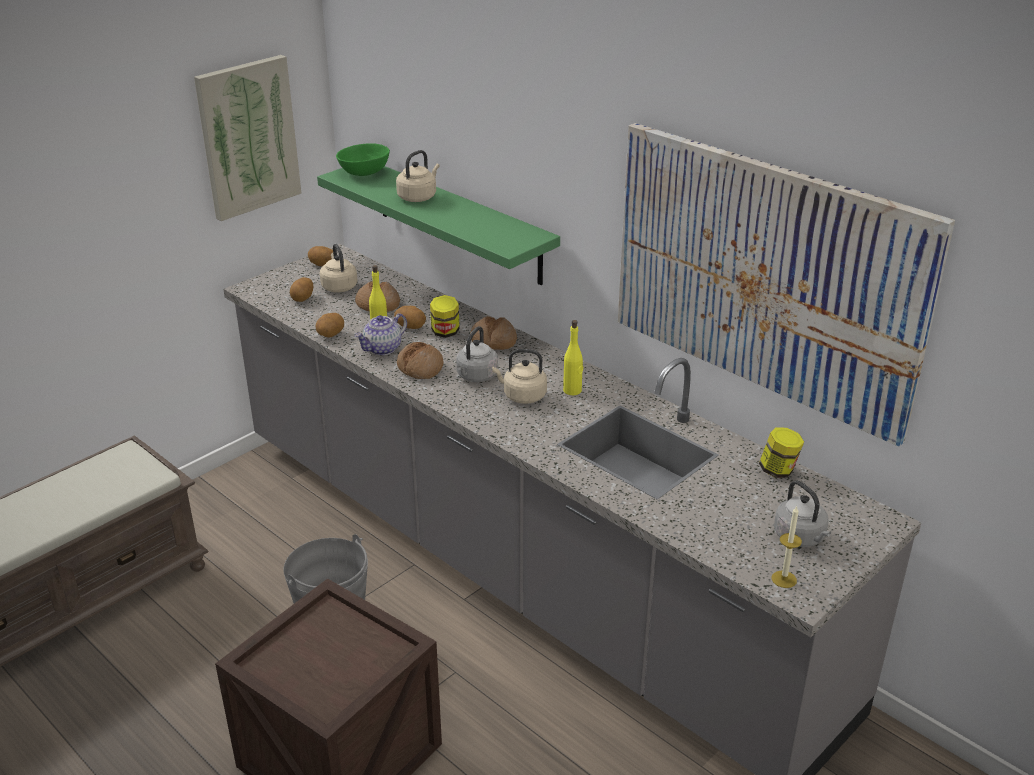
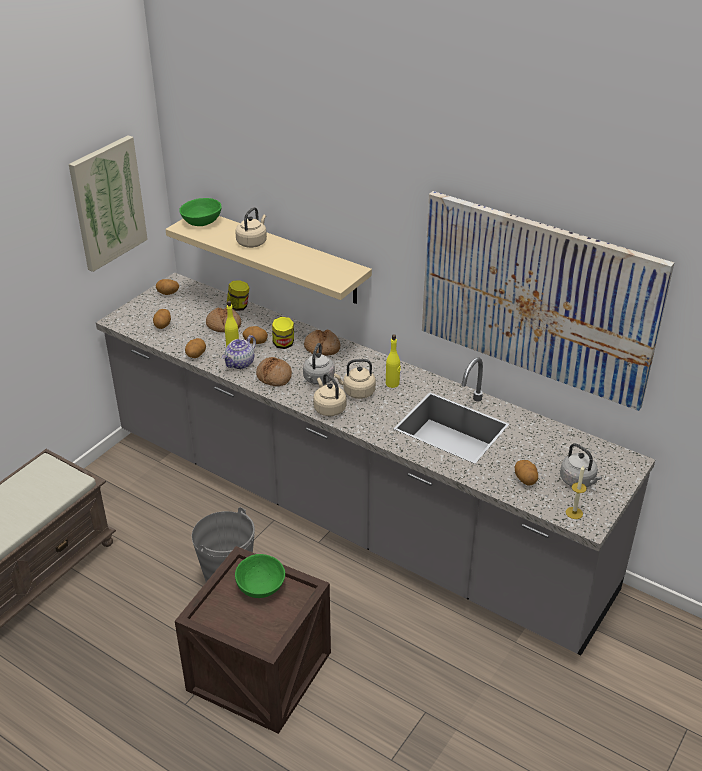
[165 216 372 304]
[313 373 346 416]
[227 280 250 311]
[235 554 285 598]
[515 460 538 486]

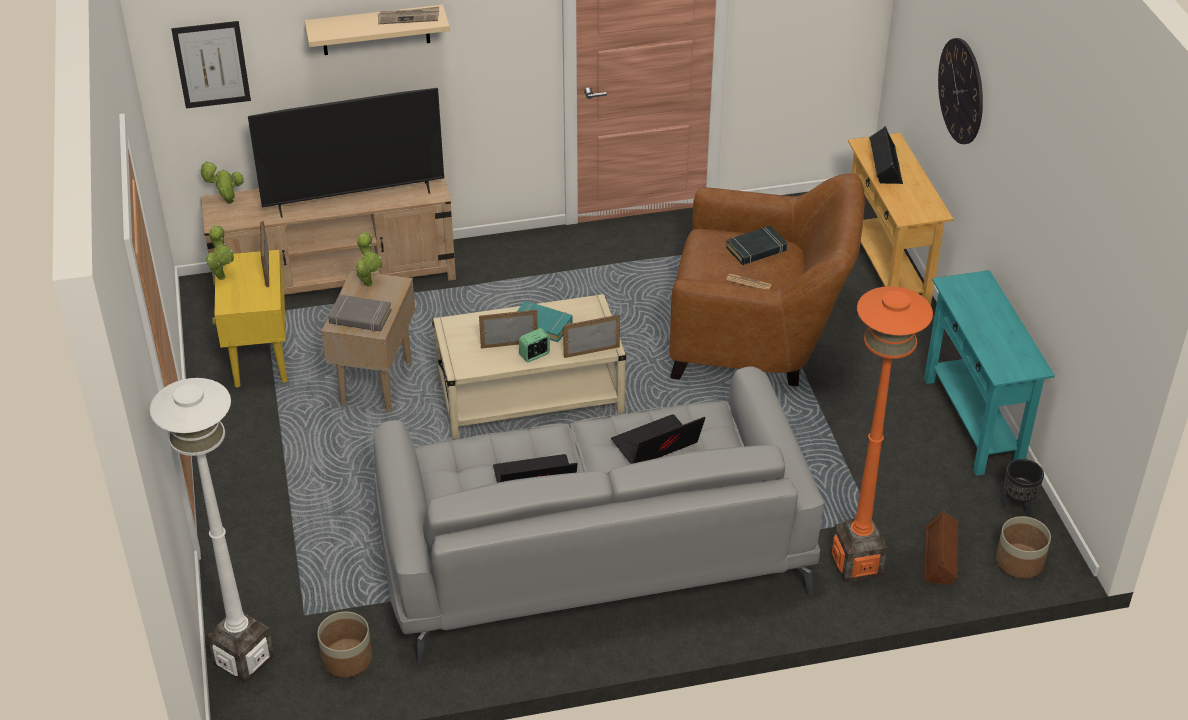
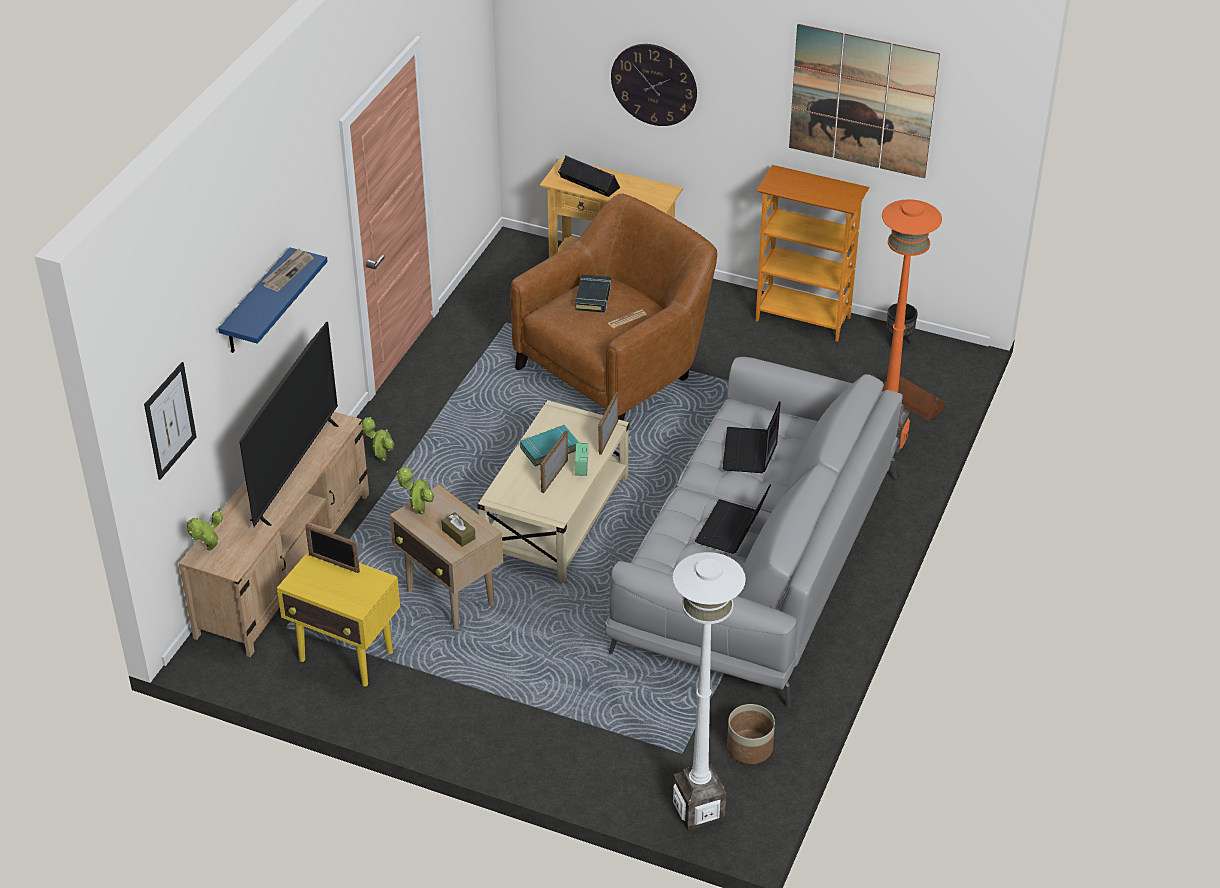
[362 416 394 461]
[218 247 328 353]
[441 512 476 547]
[756 165 870 342]
[996 516 1051 578] (first image)
[789 24 940 178]

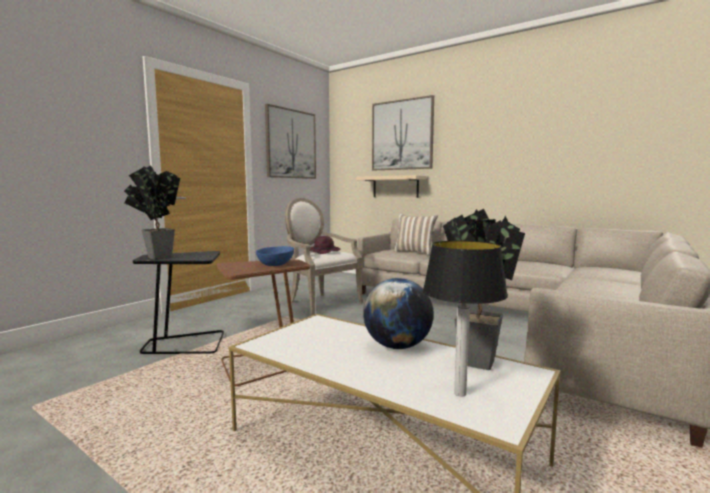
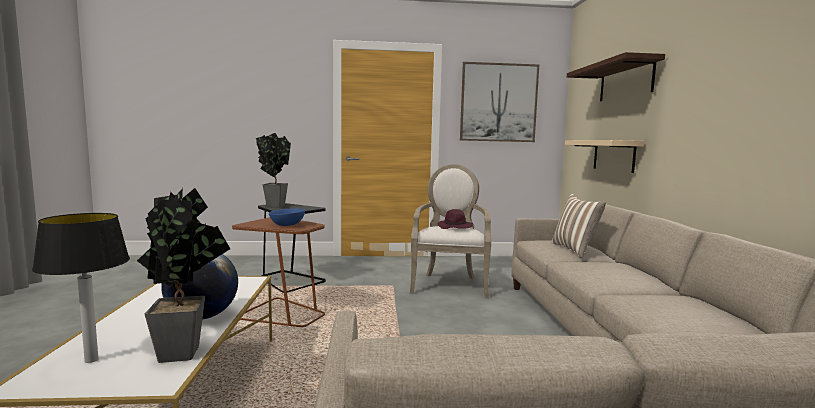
[567 52 665 101]

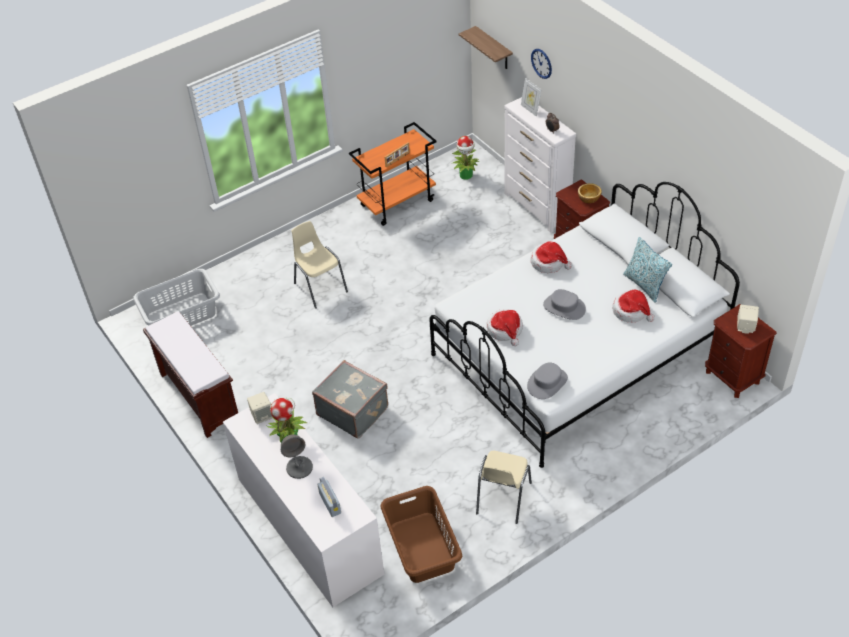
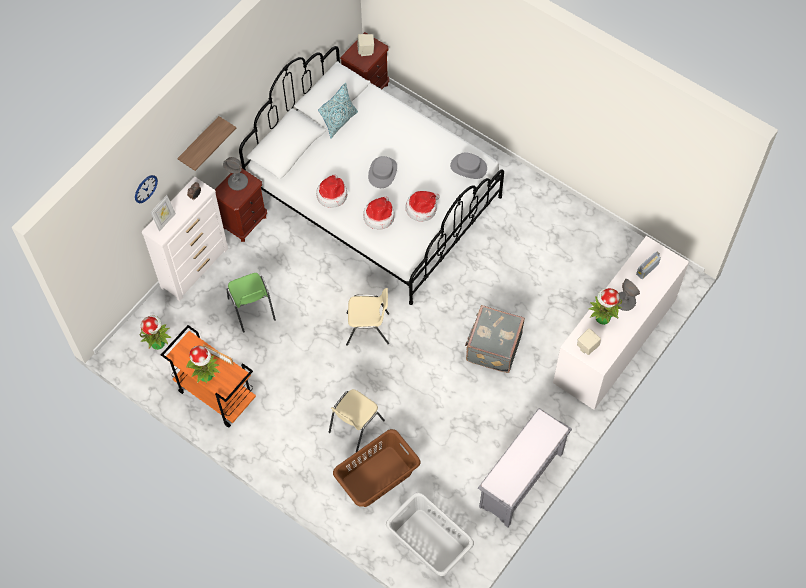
[478 408 572 527]
[333 429 421 507]
[178 116 236 171]
[346 288 389 346]
[223 157 248 191]
[363 196 395 229]
[186 346 220 383]
[227 273 276 333]

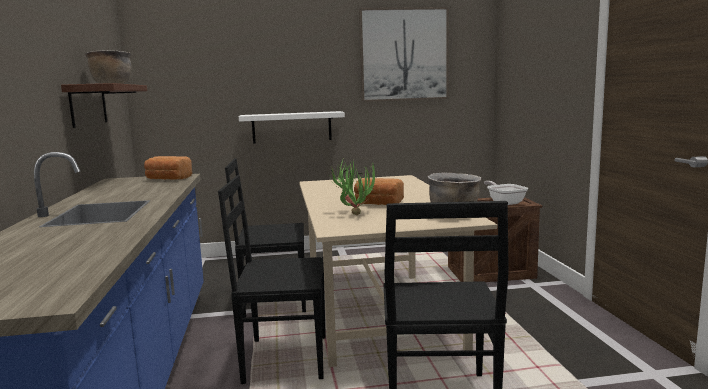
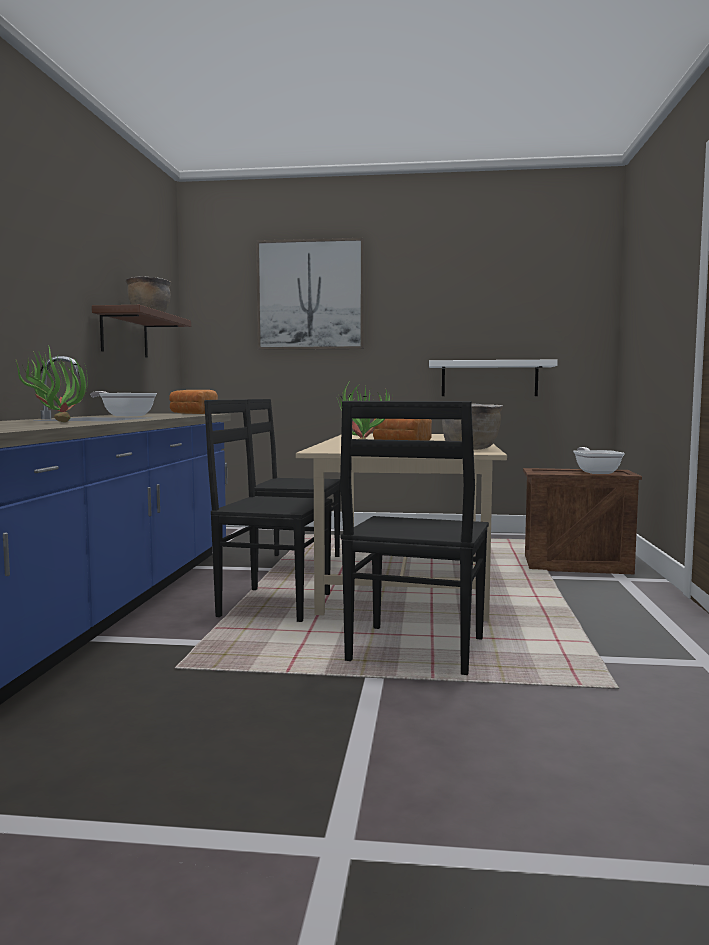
[429 360 558 396]
[256 238 364 350]
[16 345 88 422]
[90 391 157 416]

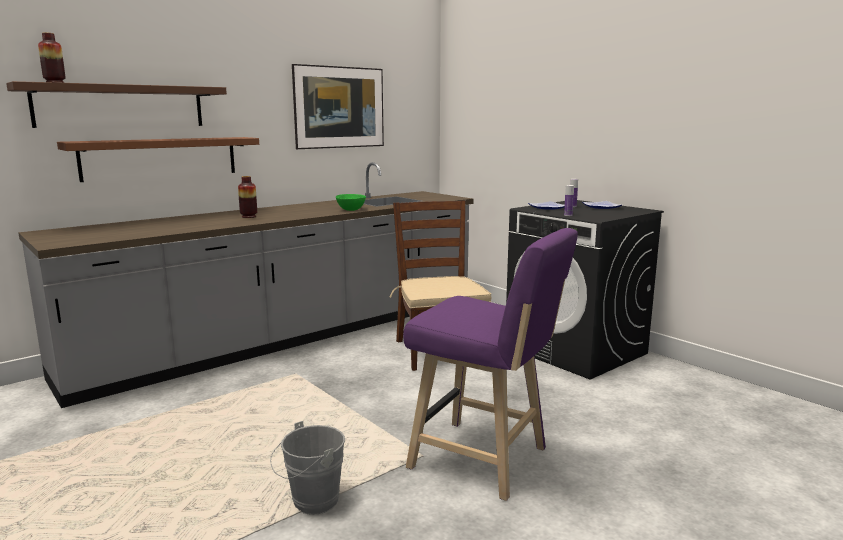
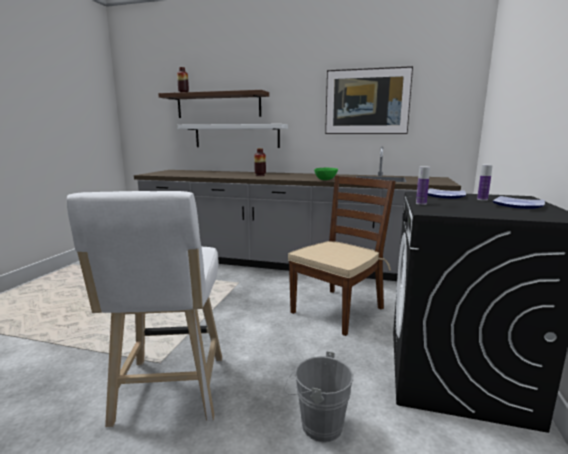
[178 124 288 148]
[285 351 353 443]
[67 191 222 427]

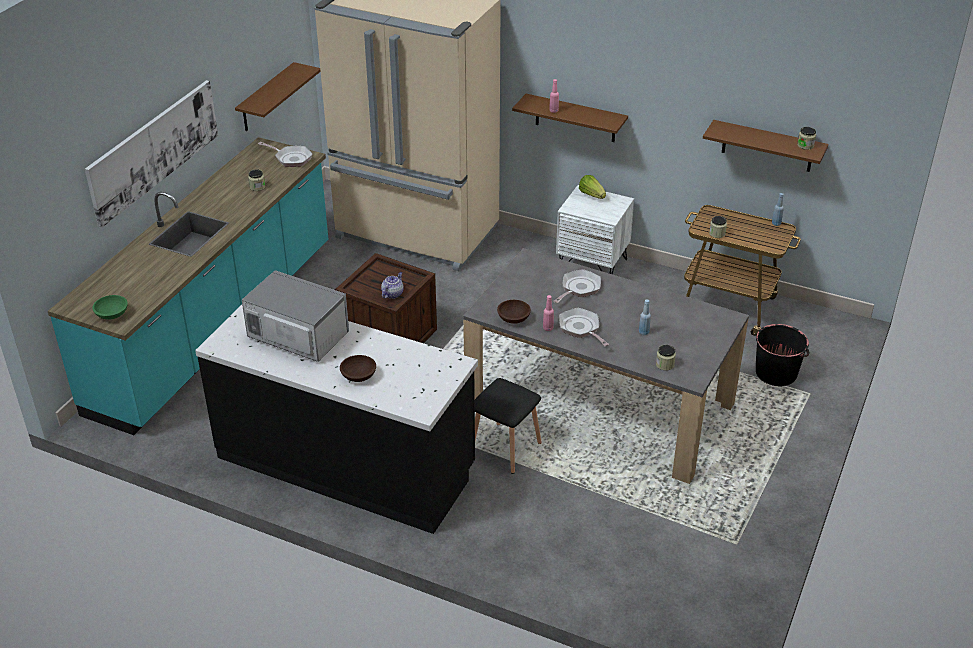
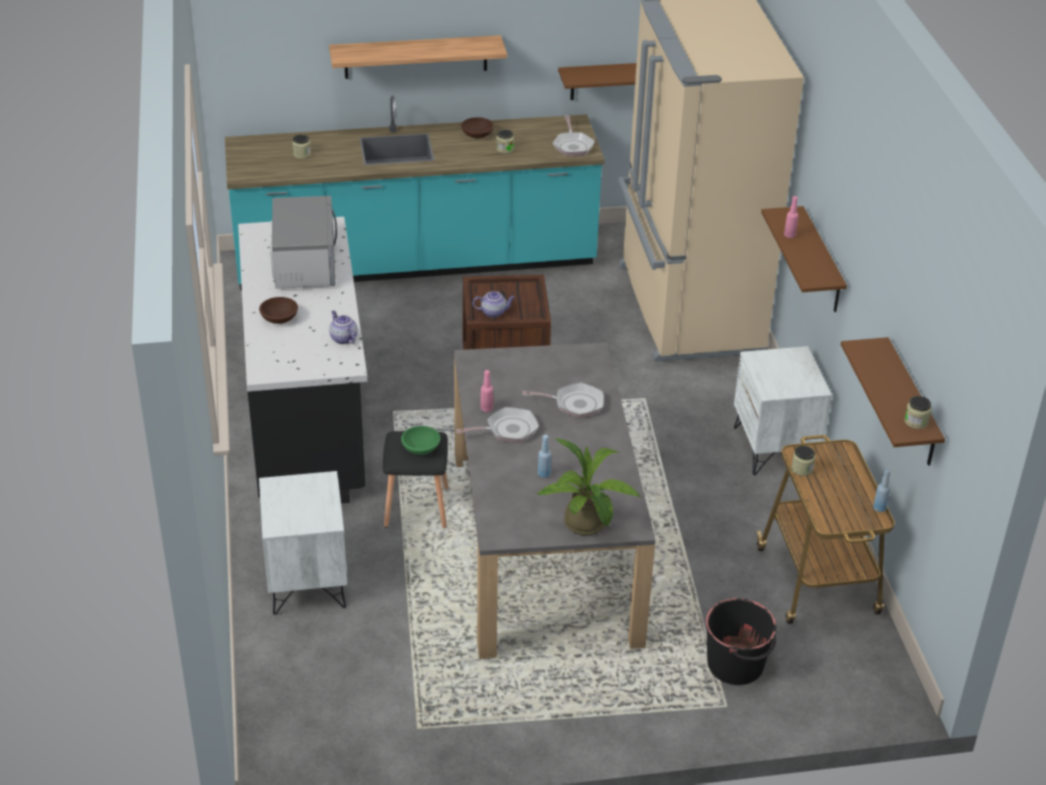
[329 35 507 79]
[401 426 440 455]
[461 117 494 139]
[456 407 539 443]
[579 175 606 199] (first image)
[292 134 311 159]
[259 471 347 615]
[329 311 358 344]
[537 437 642 536]

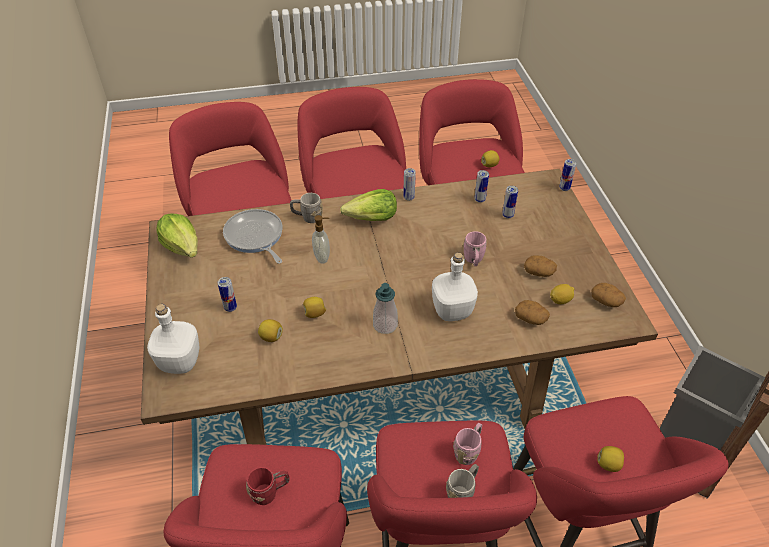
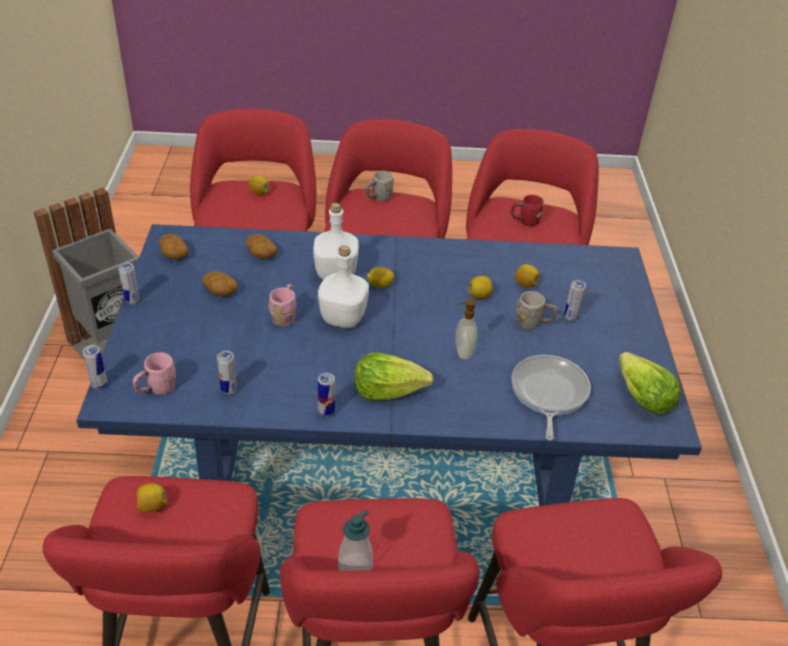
[76 224 702 506]
[318 245 369 328]
[512 355 591 440]
[516 291 558 330]
[338 510 373 571]
[133 352 176 395]
[118 262 140 304]
[367 267 394 287]

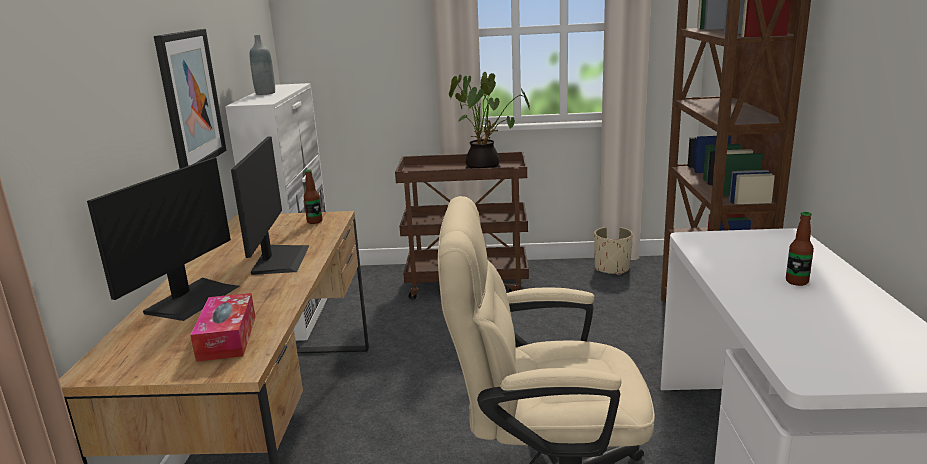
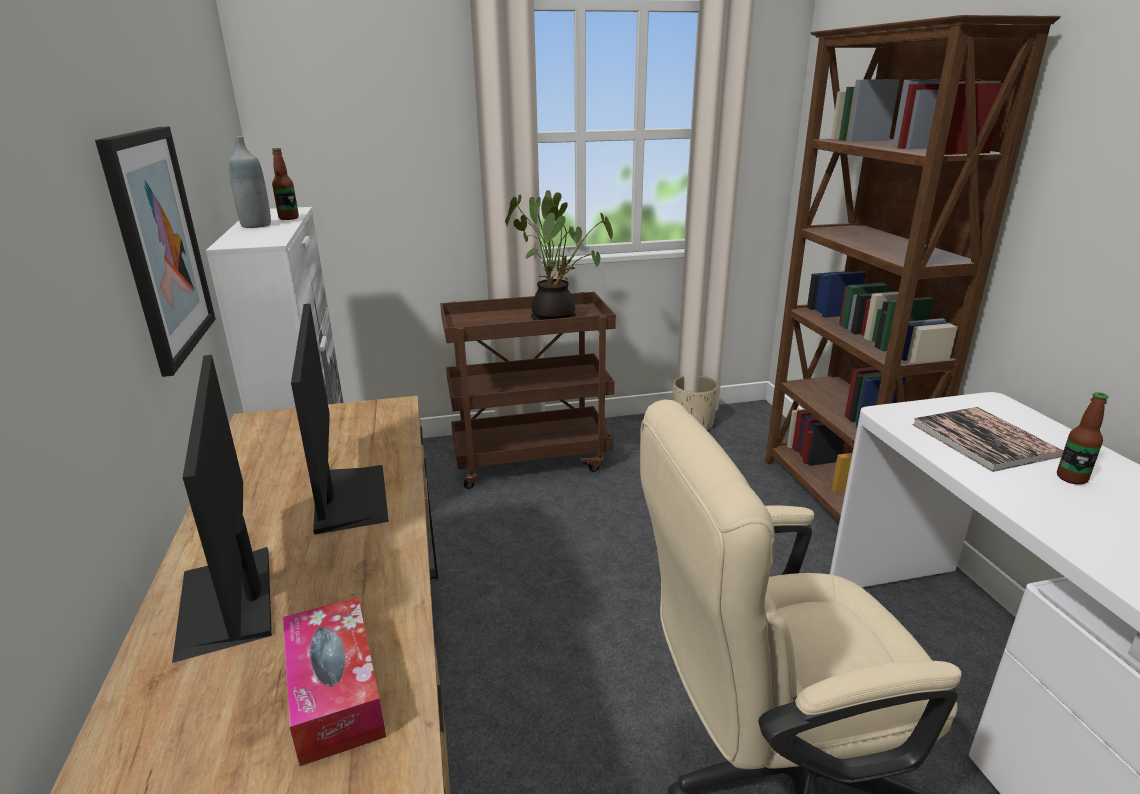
[172 355 272 663]
[272 148 299 220]
[912 407 1064 472]

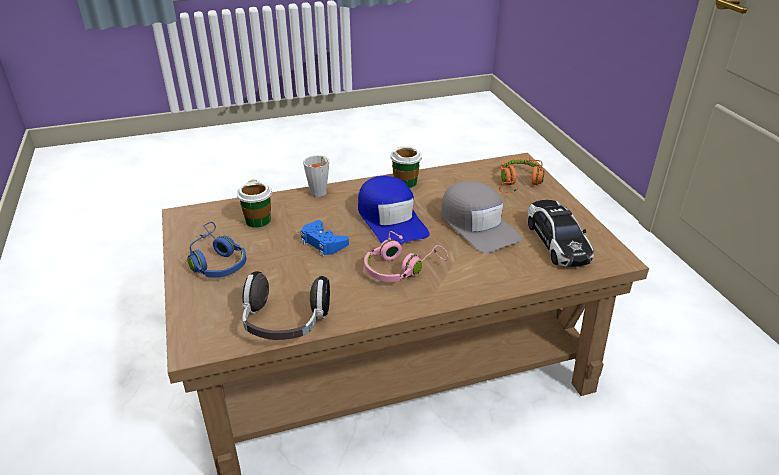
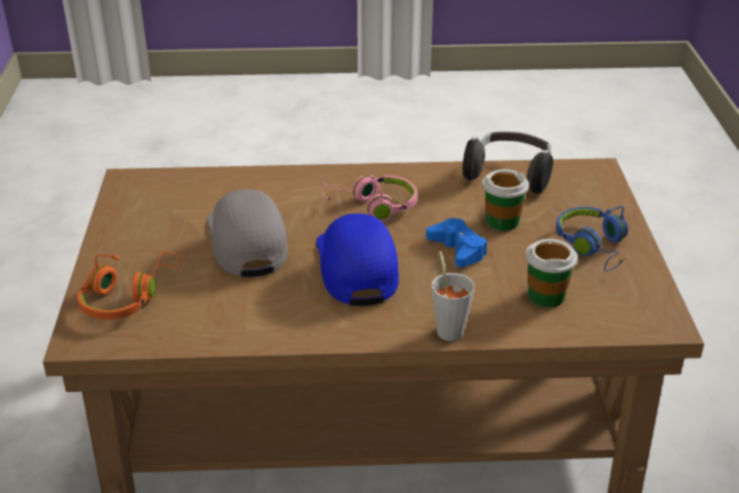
[482 169 529 231]
[528 200 594 267] (first image)

